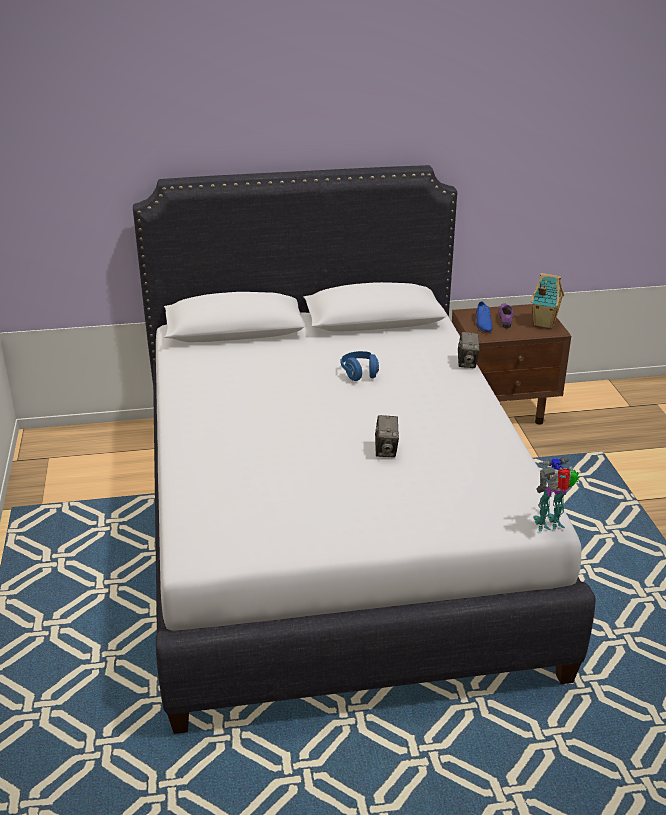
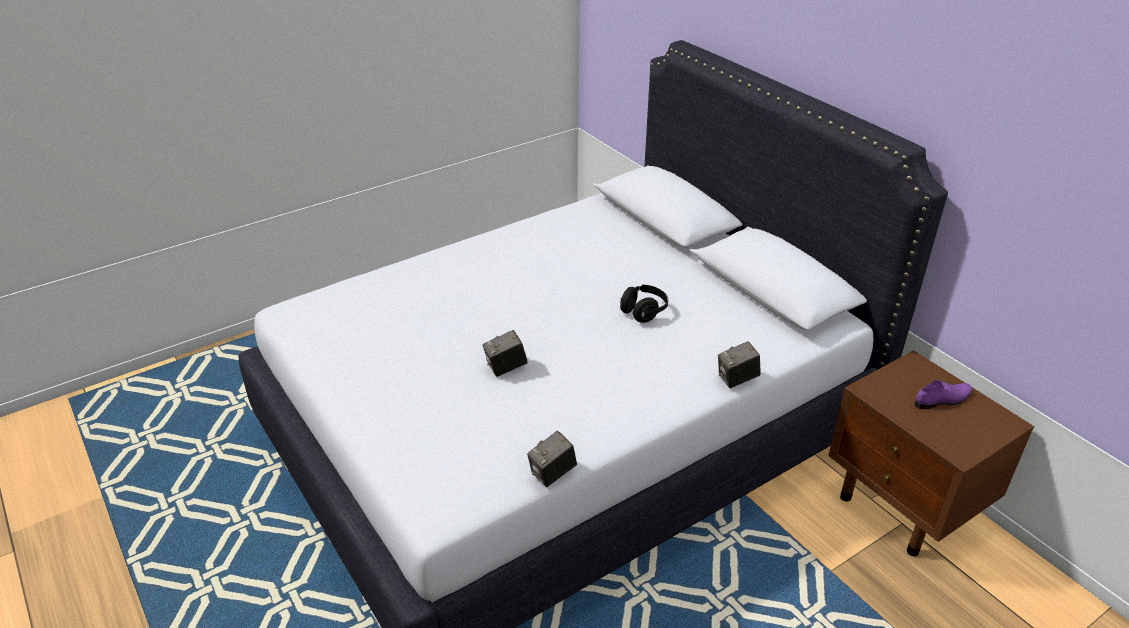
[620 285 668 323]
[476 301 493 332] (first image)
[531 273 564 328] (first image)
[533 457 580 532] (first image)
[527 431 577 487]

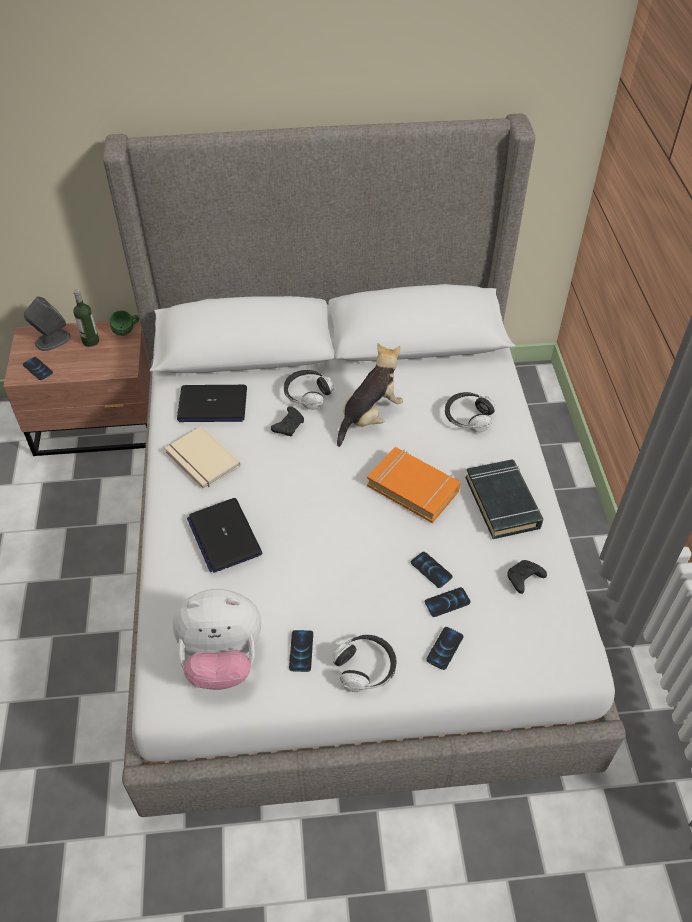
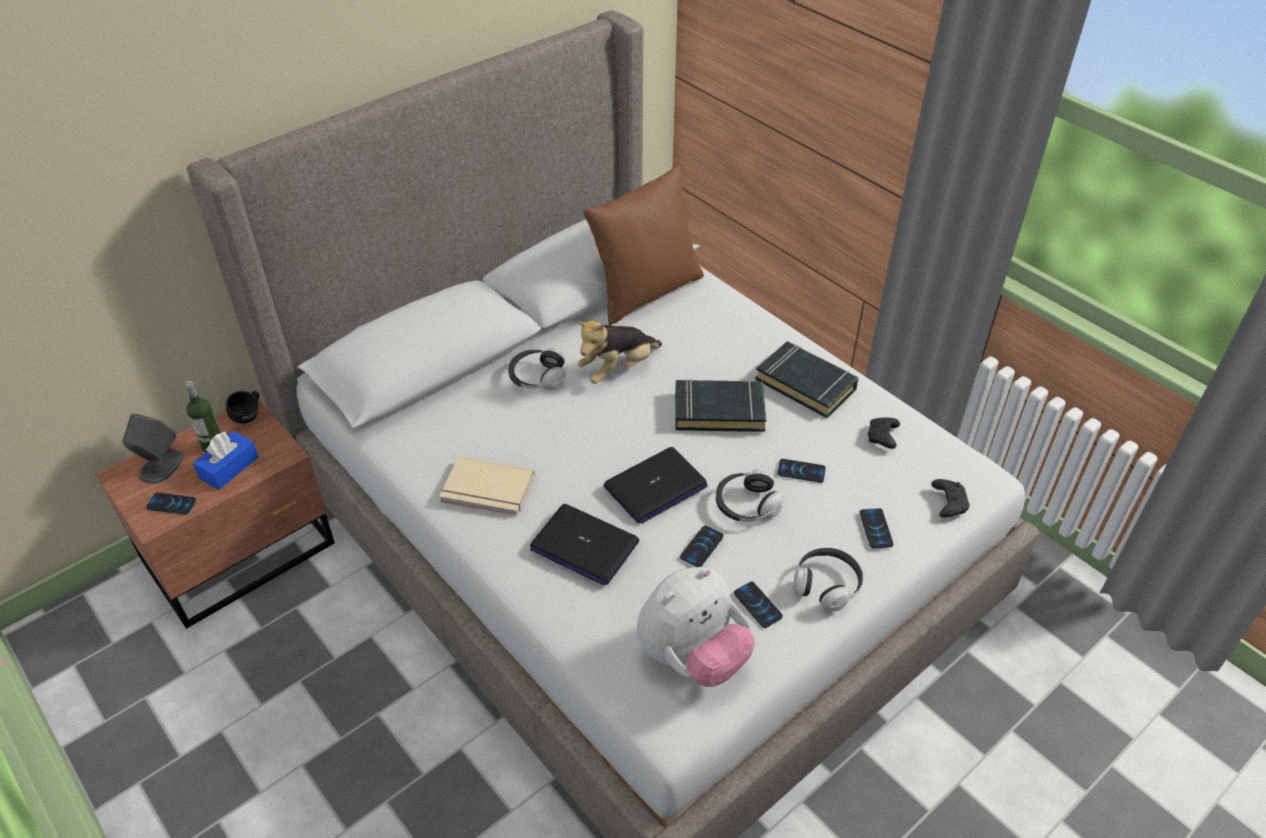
[226 391 259 424]
[603 447 708 524]
[931 479 970 518]
[576 321 662 384]
[675 378 766 432]
[680 526 723 567]
[716 469 783 522]
[193 431 259 490]
[583 165 704 325]

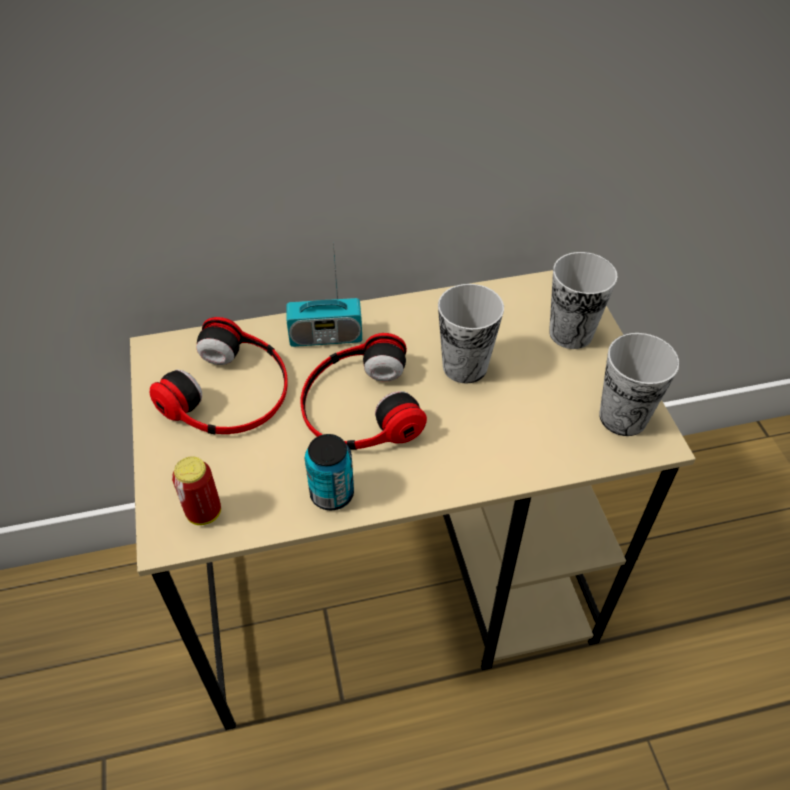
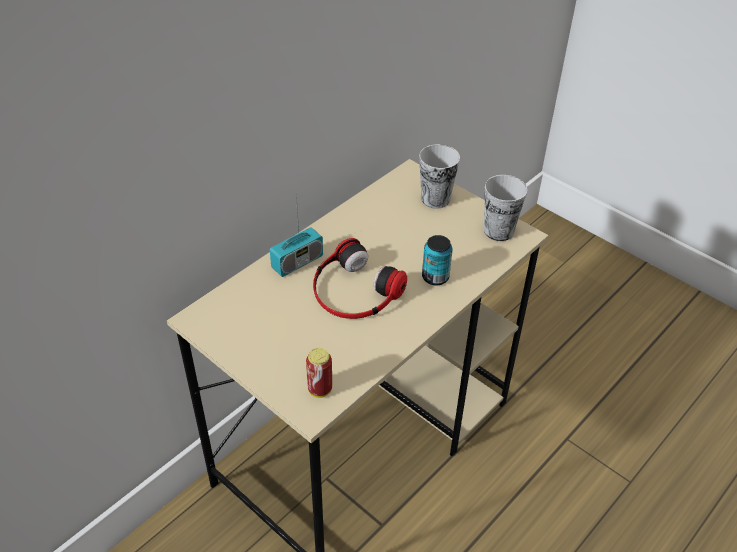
[150 317 288 434] (first image)
[422 235 453 285]
[438 284 504 383] (first image)

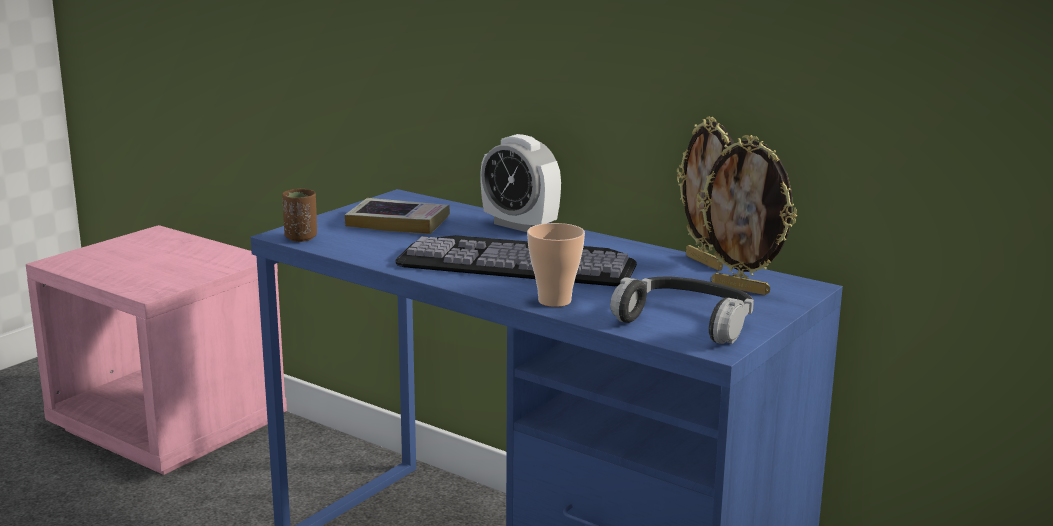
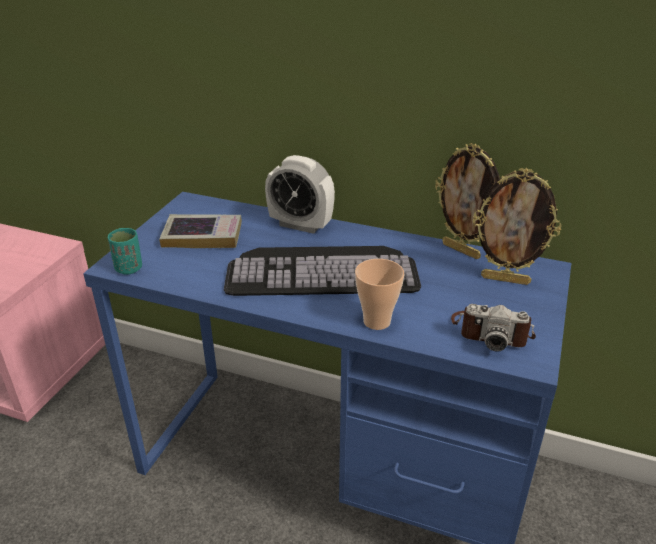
[108 228 142 275]
[451 304 536 352]

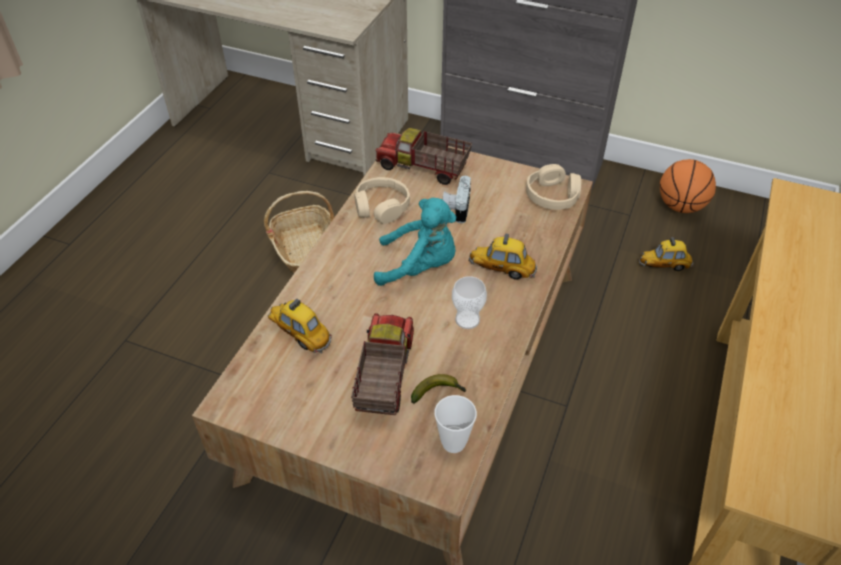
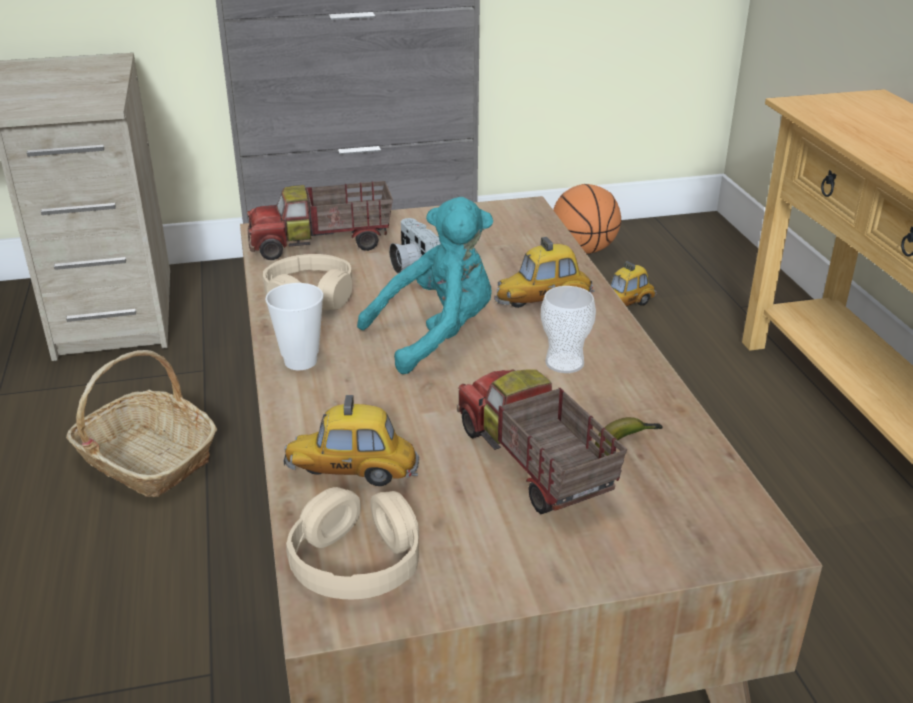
[265 283 324 370]
[286 487 419 600]

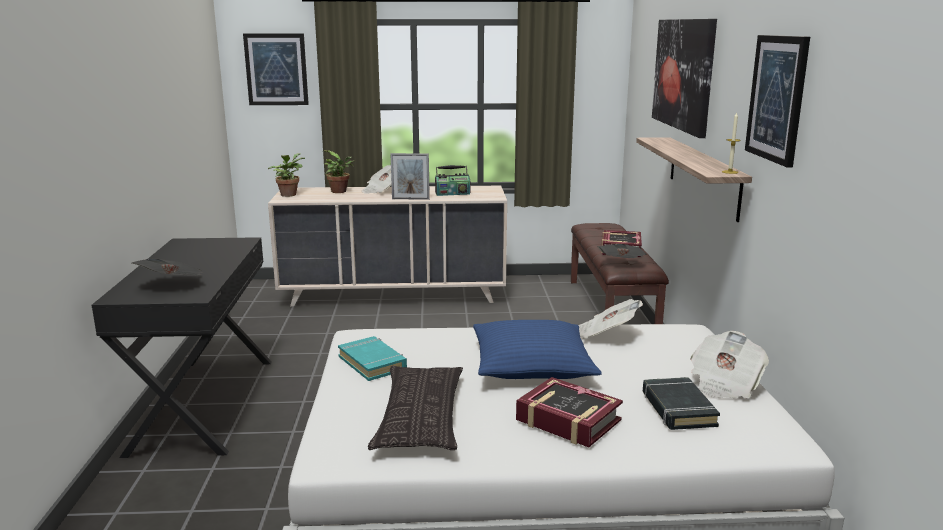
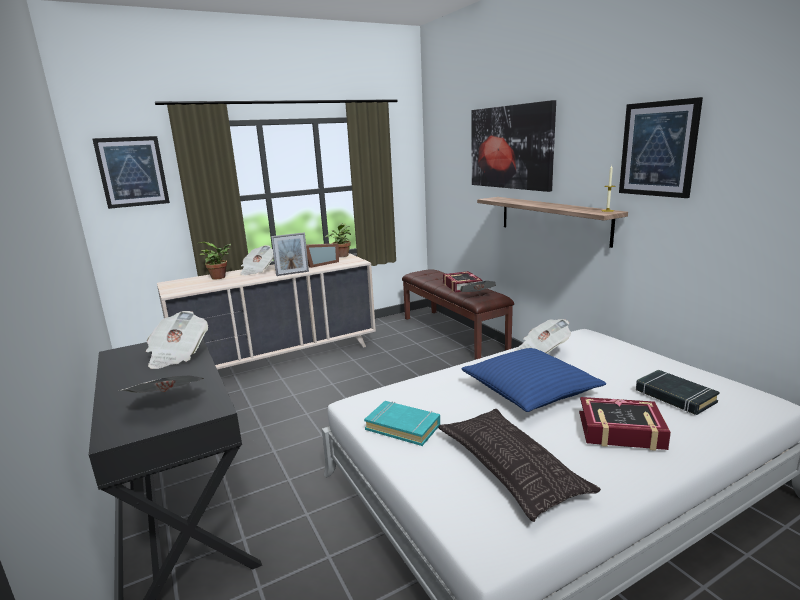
[325 223 351 257]
[306 243 339 268]
[146 311 208 369]

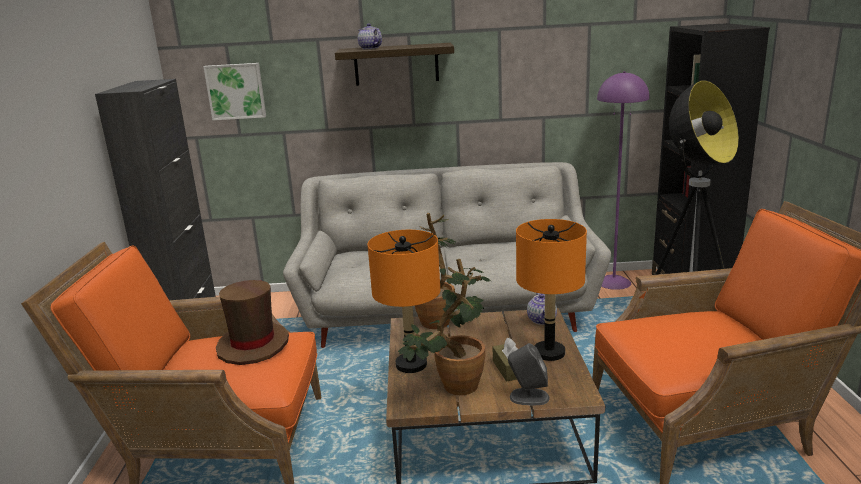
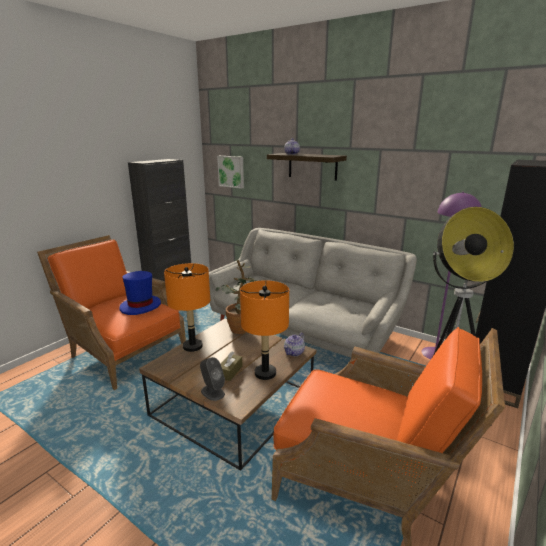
[119 271 161 315]
[398 259 485 395] (first image)

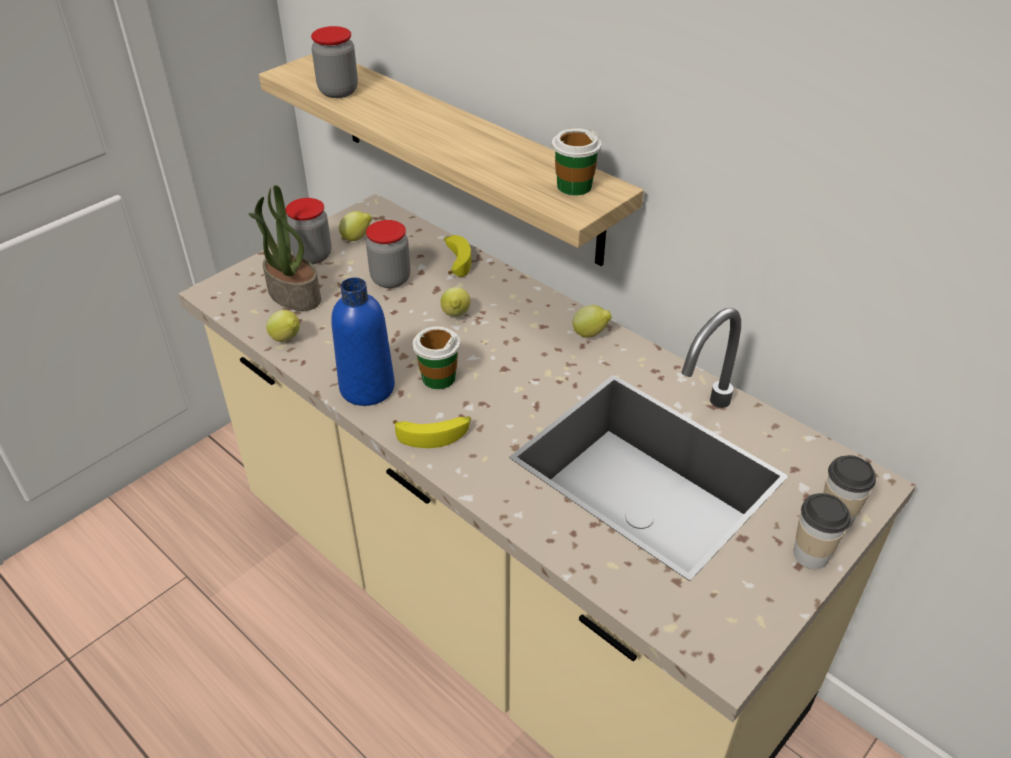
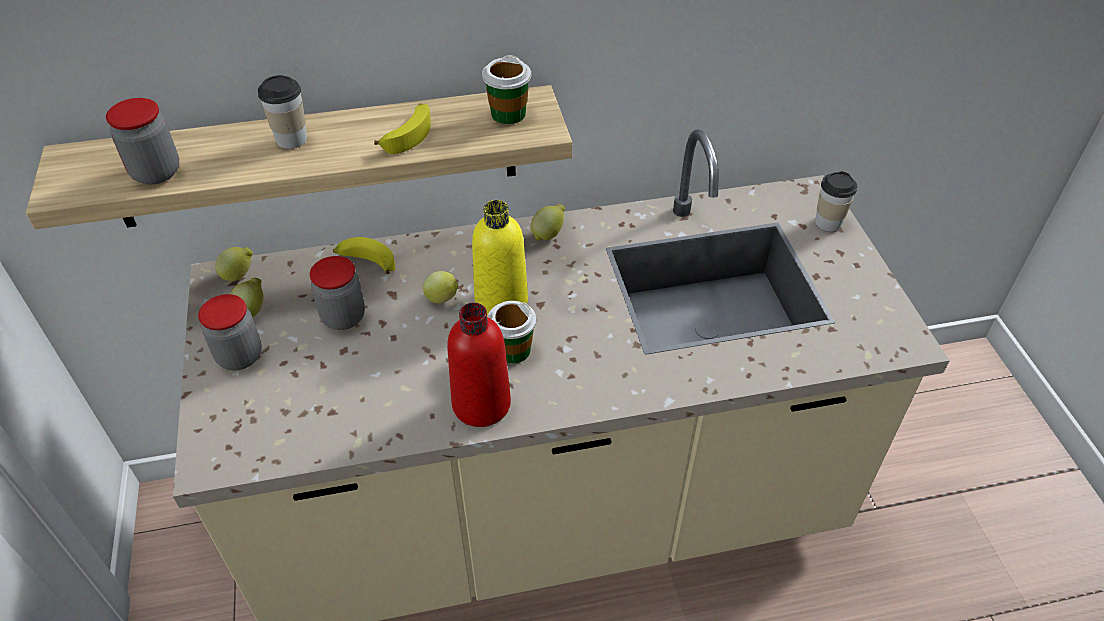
[249 185 321 311] (first image)
[215 247 253 281]
[447 302 511 427]
[374 103 431 154]
[258 75 307 149]
[472 200 528 316]

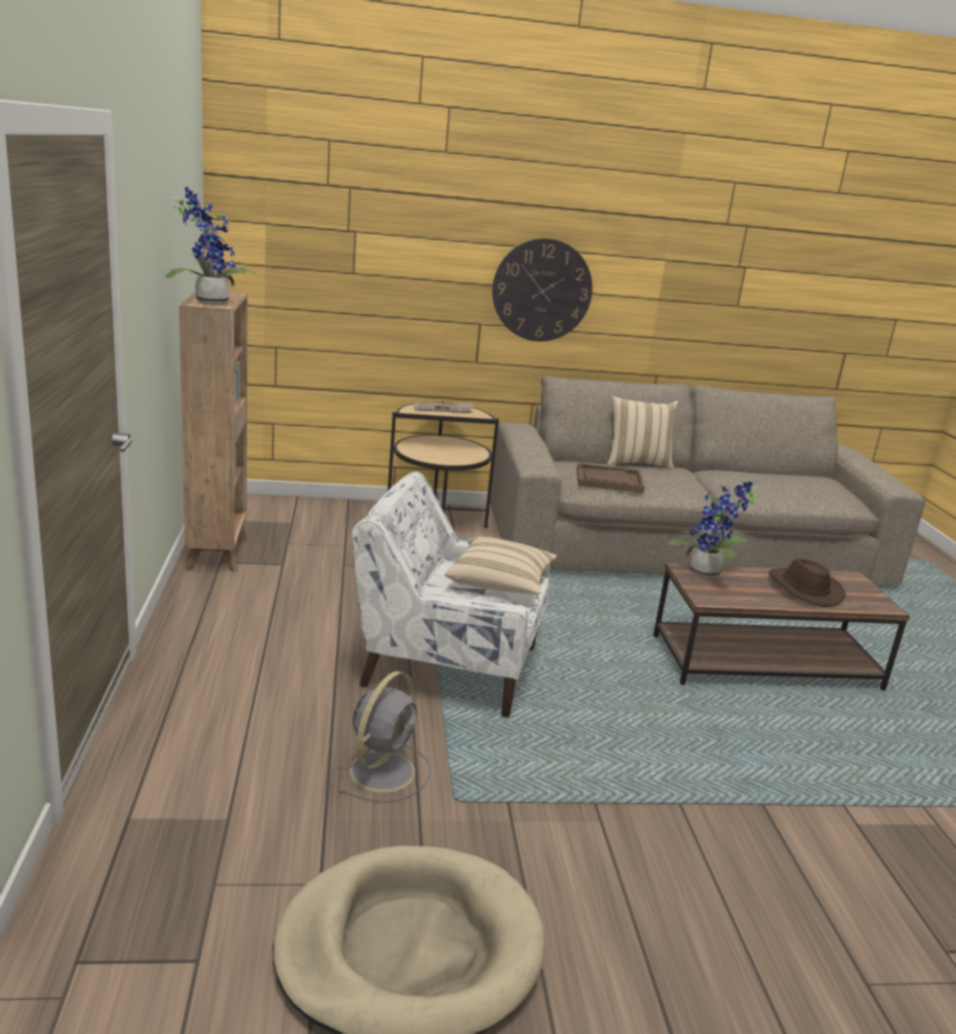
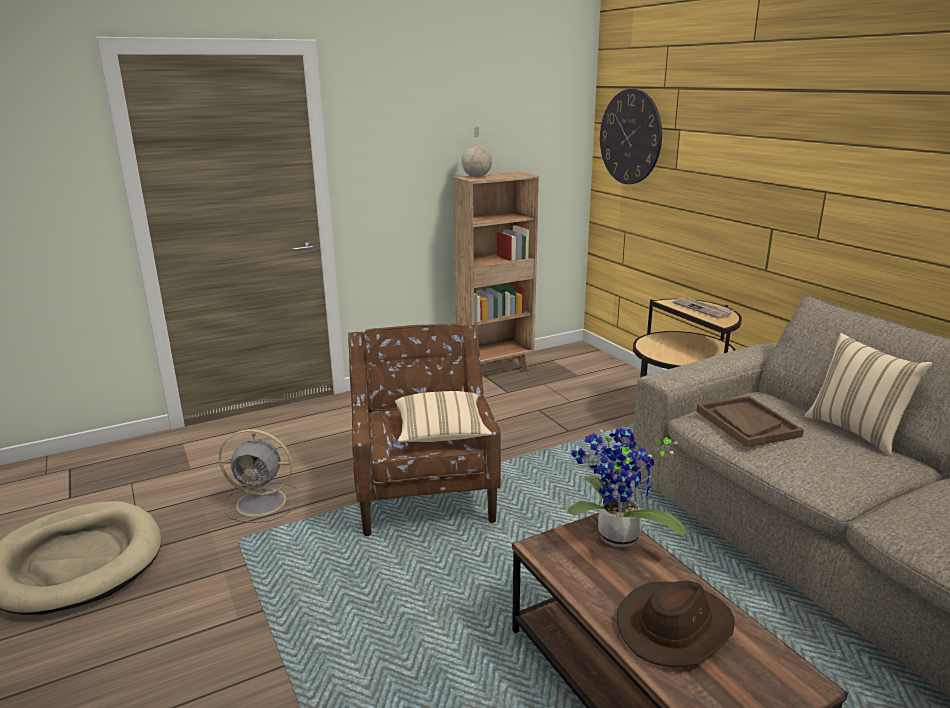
[461 127 492 177]
[348 324 501 536]
[600 89 662 184]

